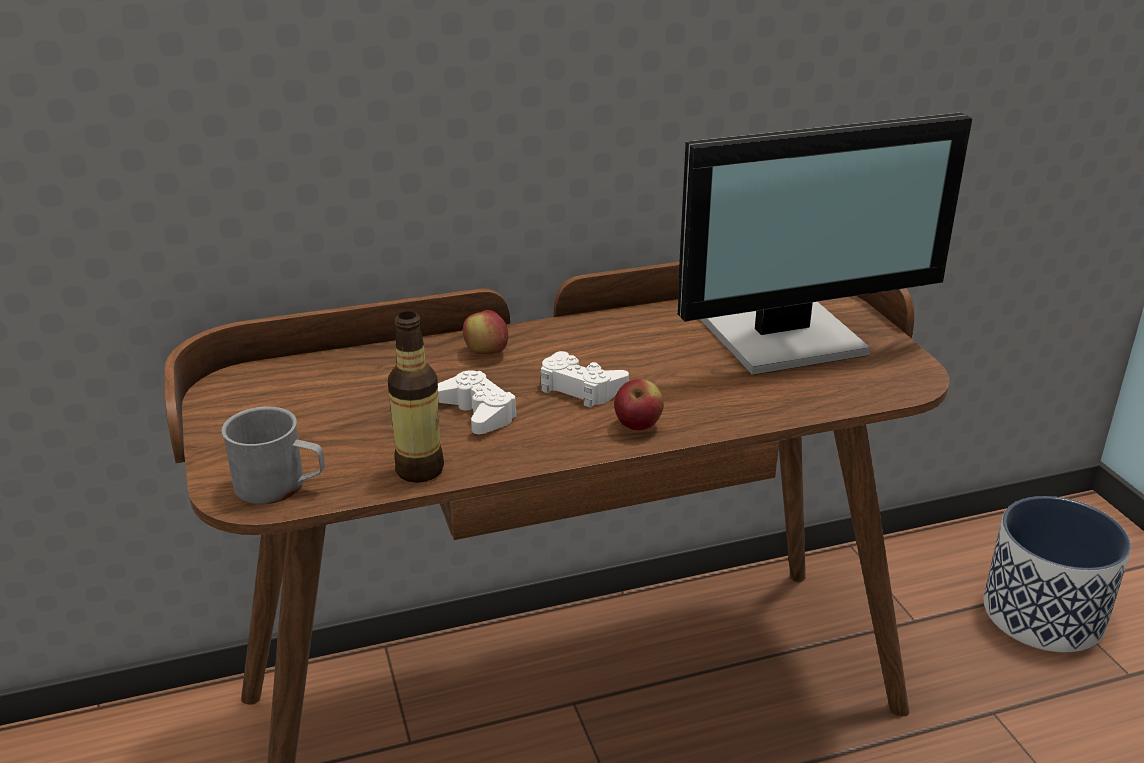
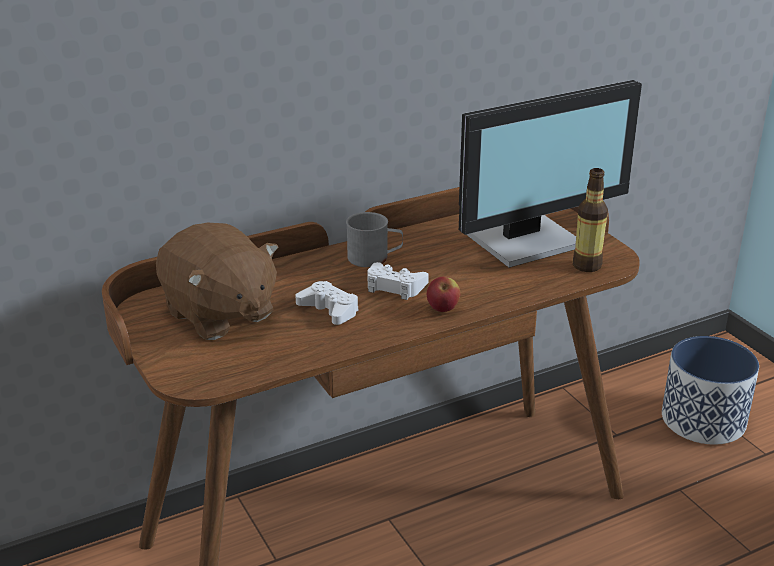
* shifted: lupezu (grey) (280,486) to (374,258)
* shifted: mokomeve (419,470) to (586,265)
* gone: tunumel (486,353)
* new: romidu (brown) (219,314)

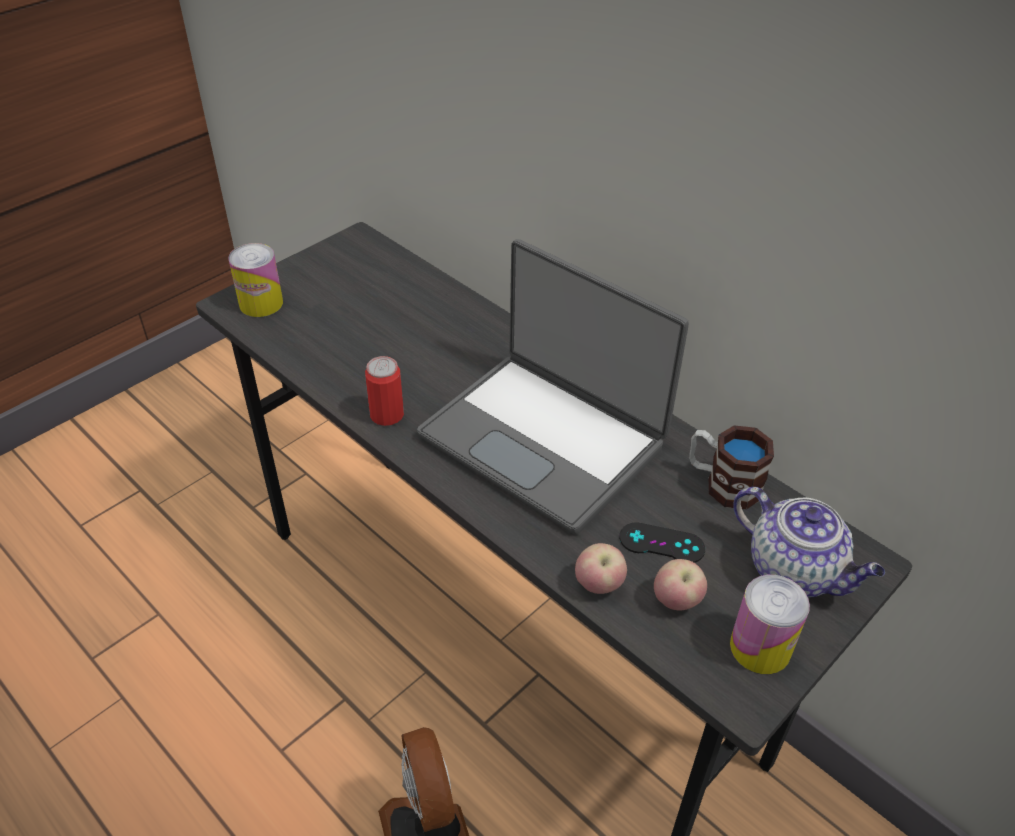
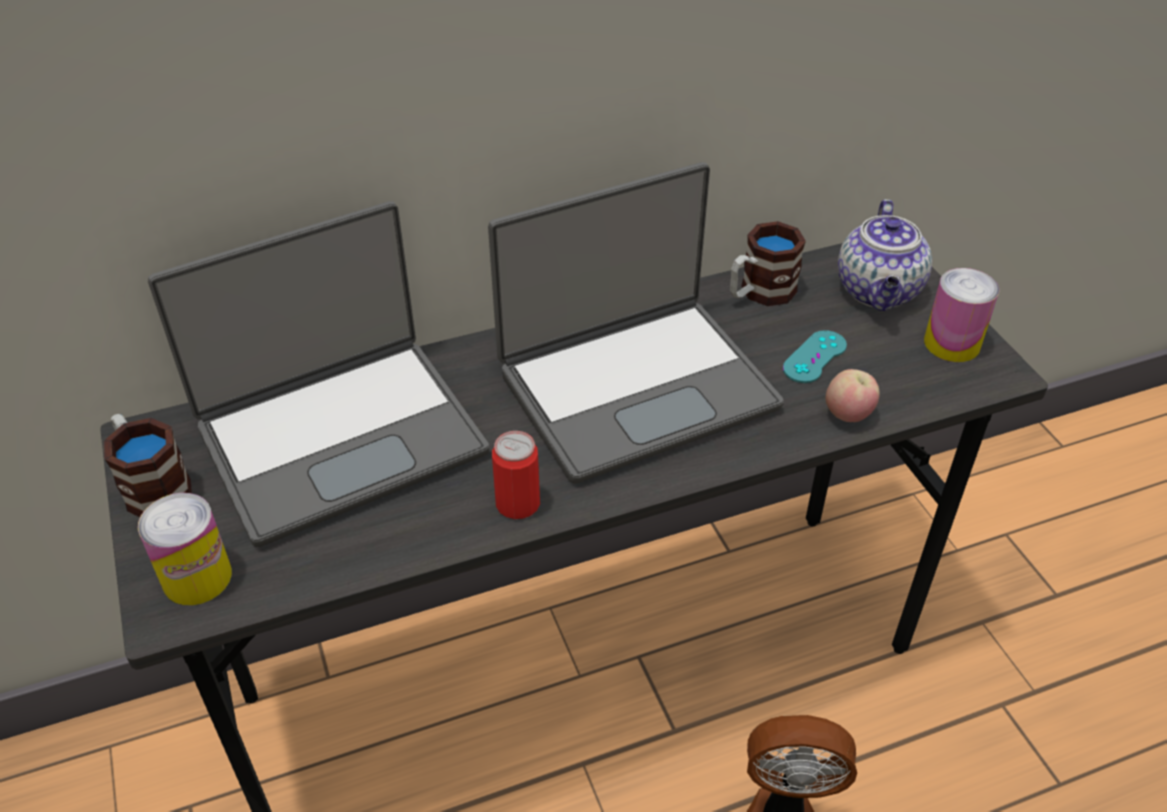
* repainted: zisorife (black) (661,543) to zisorife (turquoise) (814,357)
* gone: tunumel (676,601)
* rotated: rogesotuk (795,571) = (879,292) 120 degrees clockwise
* new: lupezu (152,485)
* new: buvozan (340,437)

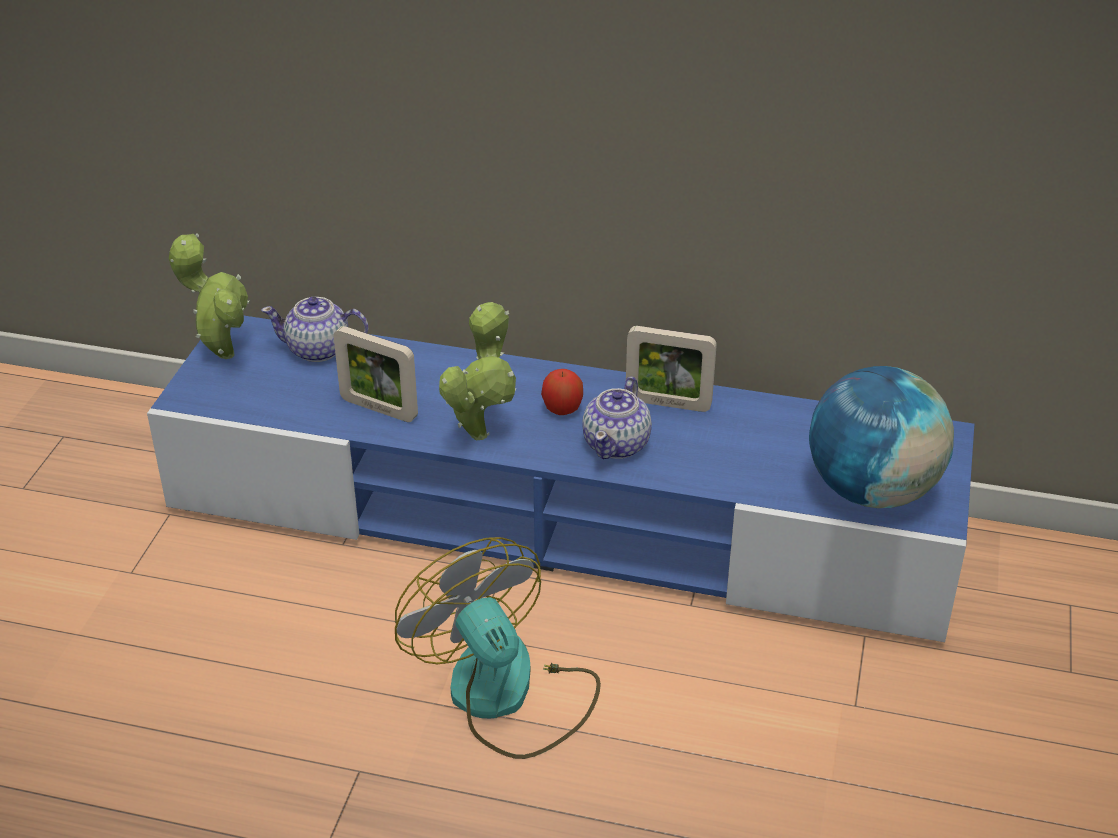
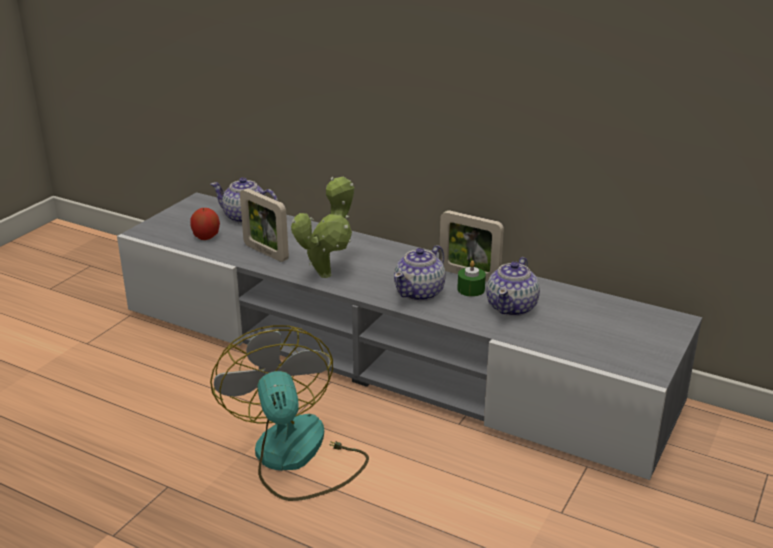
* repainted: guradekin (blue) (561,518) to guradekin (grey) (387,356)
* gone: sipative (222,352)
* shifted: tunumel (562,409) to (206,237)
* gone: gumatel (871,490)
* new: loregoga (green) (471,289)
* new: rogesotuk (512,307)

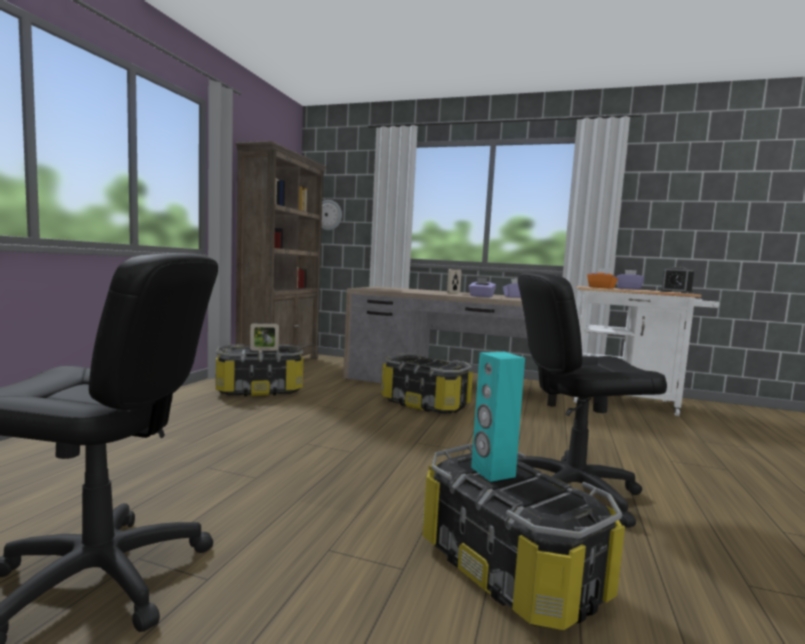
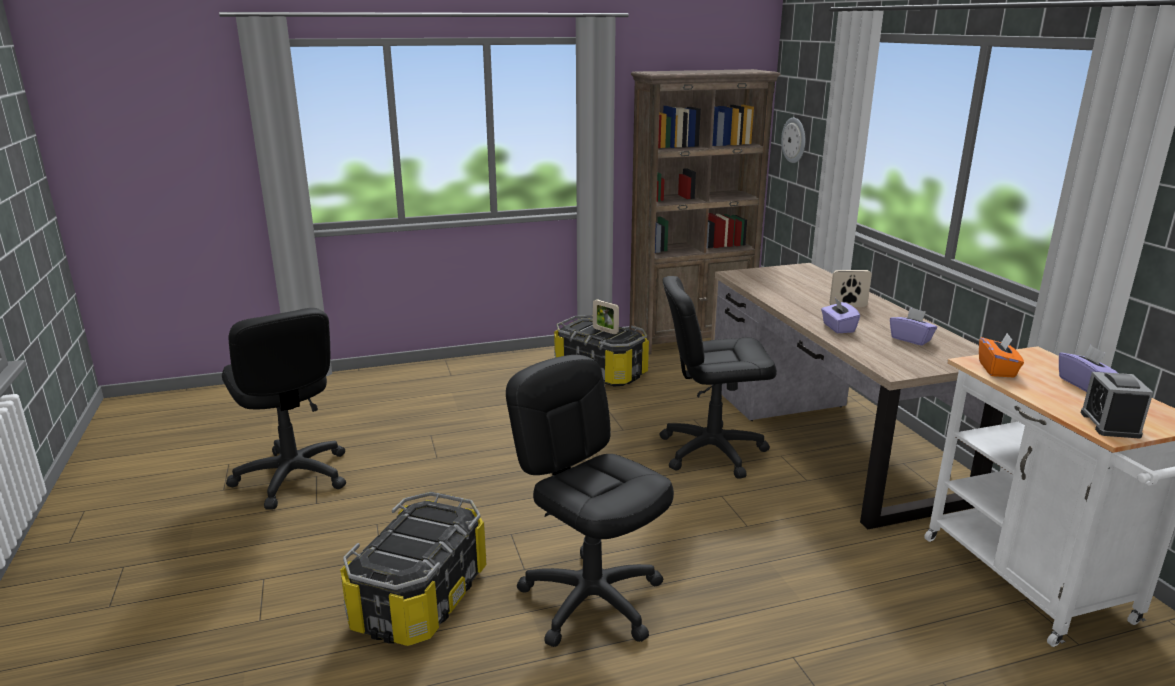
* swapped: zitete (424,404) to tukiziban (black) (711,451)
* gone: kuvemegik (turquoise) (492,472)

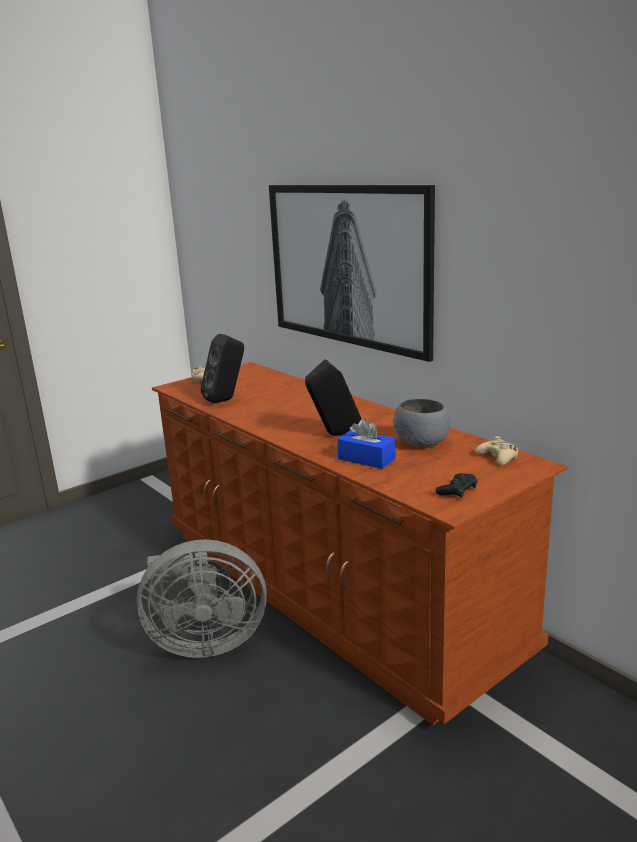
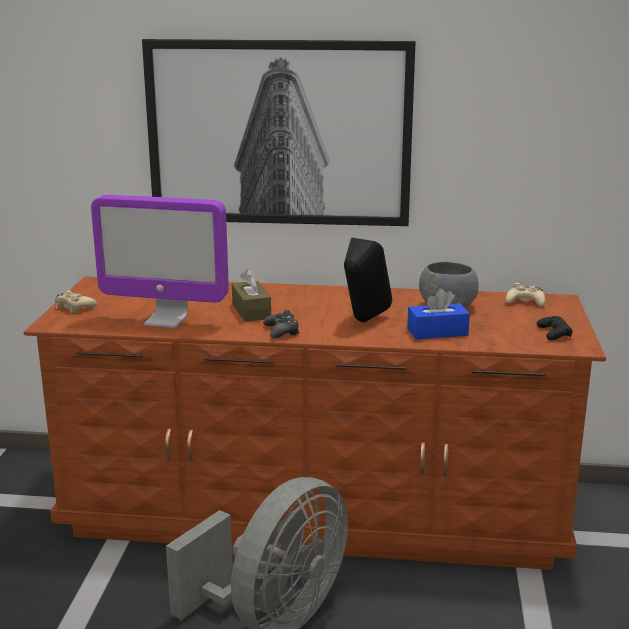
* swapped: kuvemegik (black) (227,400) to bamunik (166,320)
* new: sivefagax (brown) (251,311)
* new: zisorife (black) (281,331)

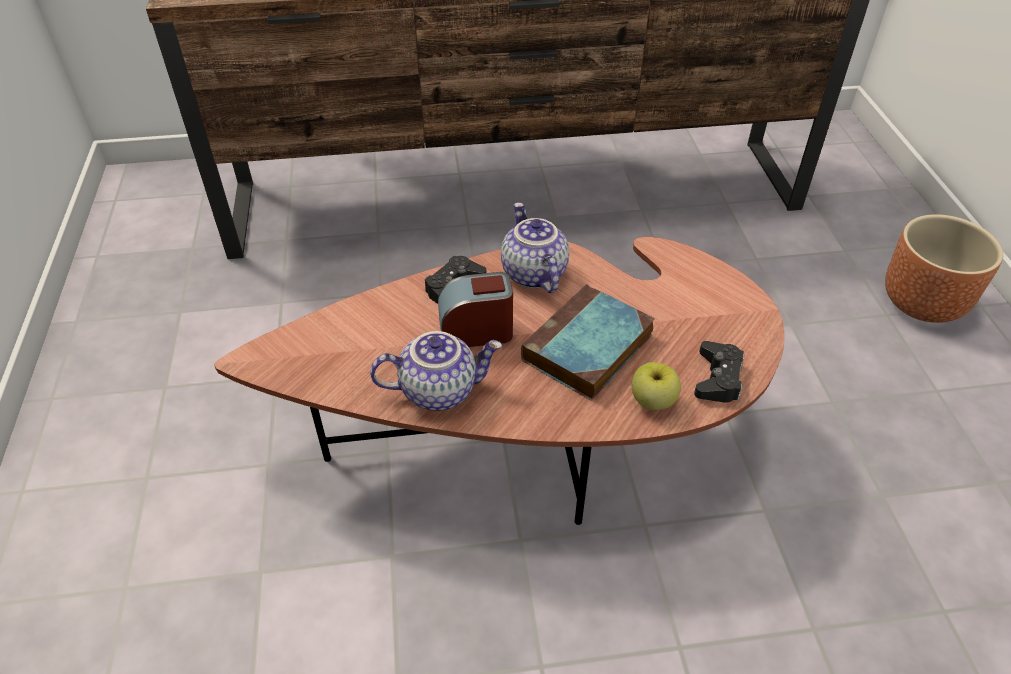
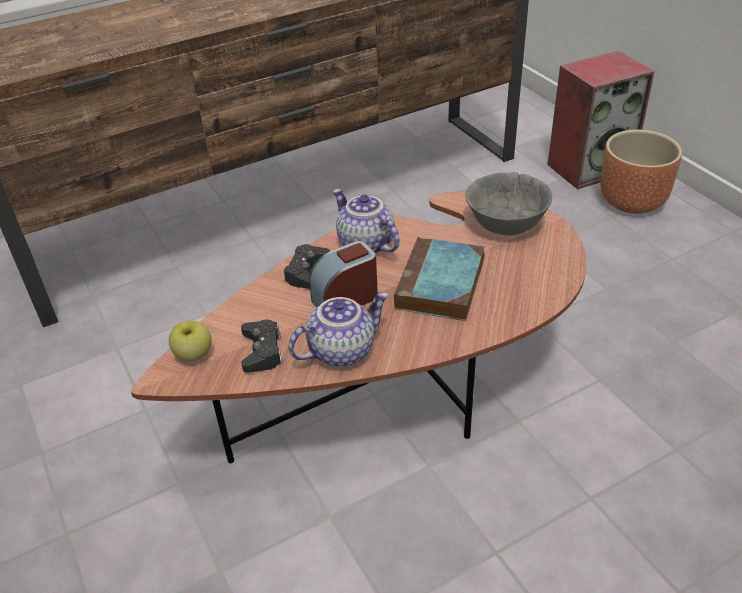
* shifted: tunumel (652,401) to (193,355)
* shifted: zisorife (black) (718,378) to (262,351)
* new: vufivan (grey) (505,225)
* new: kuvemegik (590,167)

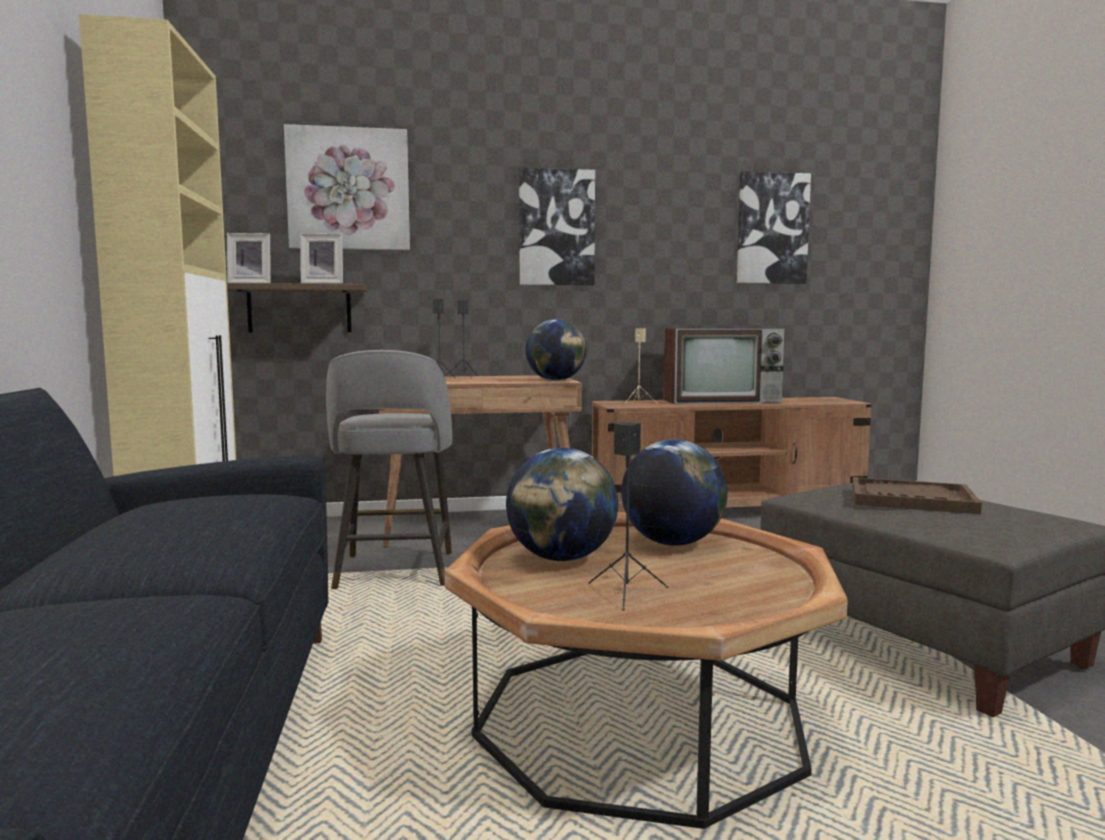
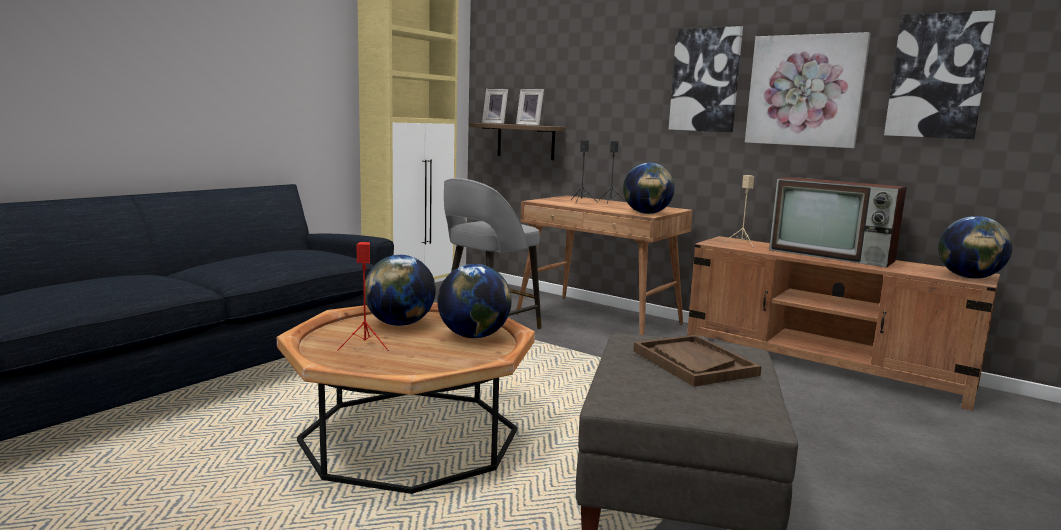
* shifted: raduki (349,189) to (805,91)
* repainted: kuvemegik (black) (627,592) to kuvemegik (red) (366,345)
* new: gumatel (969,278)

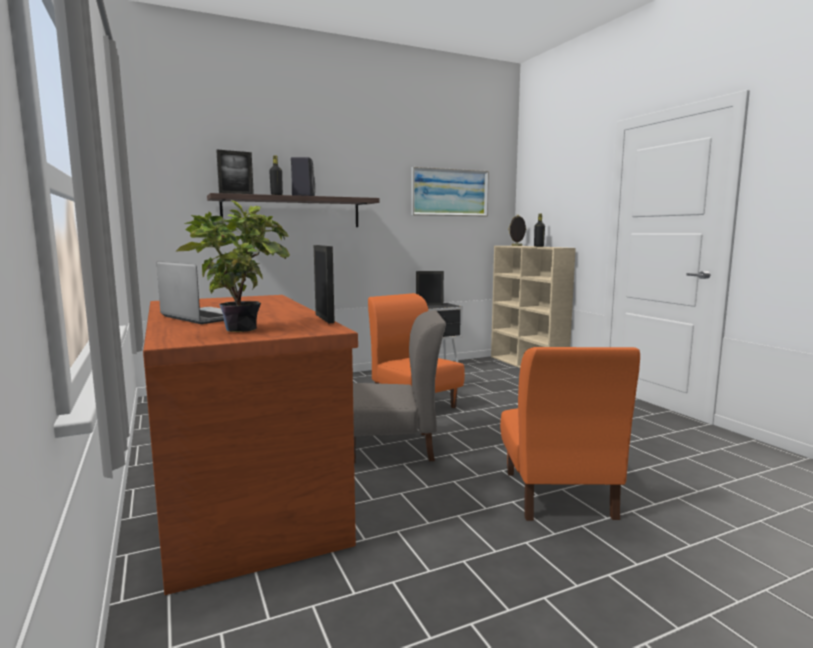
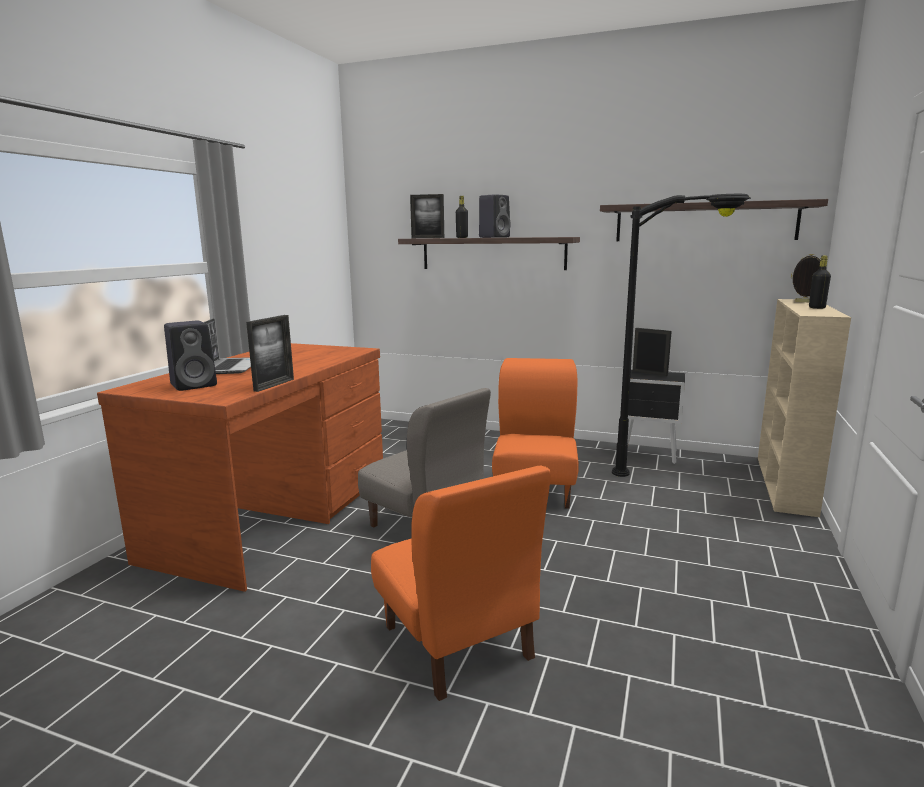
* swapped: sipative (242,329) to kuvemegik (black) (195,385)
* swapped: raduki (450,192) to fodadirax (704,222)
* rotated: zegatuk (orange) (558,494) = (457,642) 75 degrees counterclockwise
* new: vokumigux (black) (677,475)

